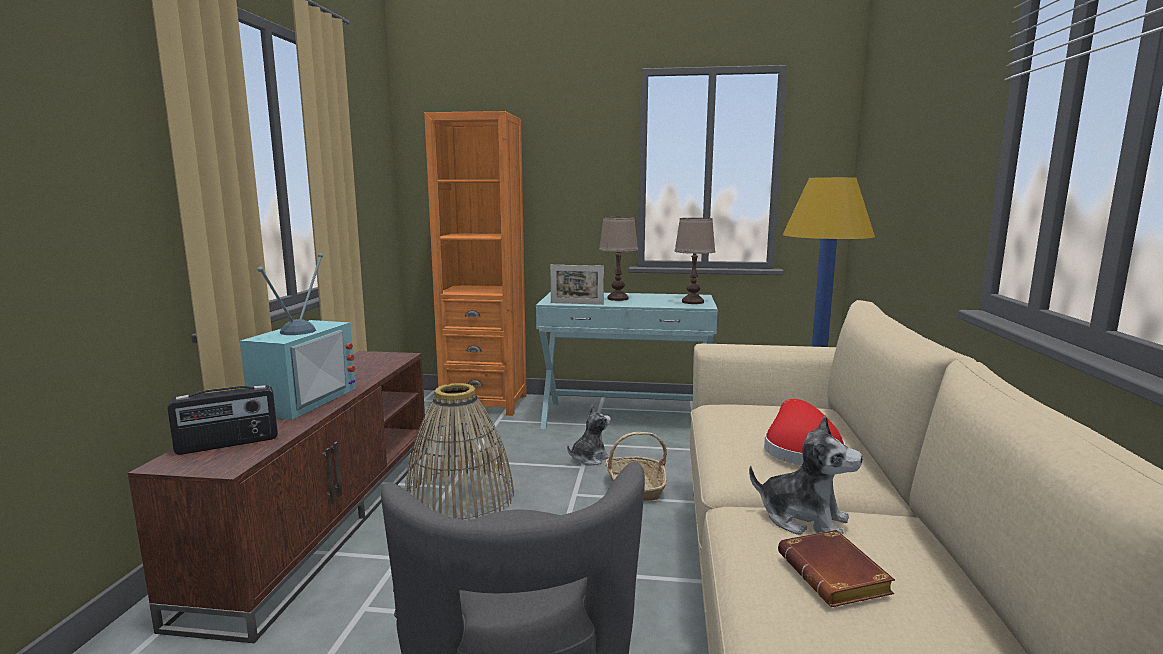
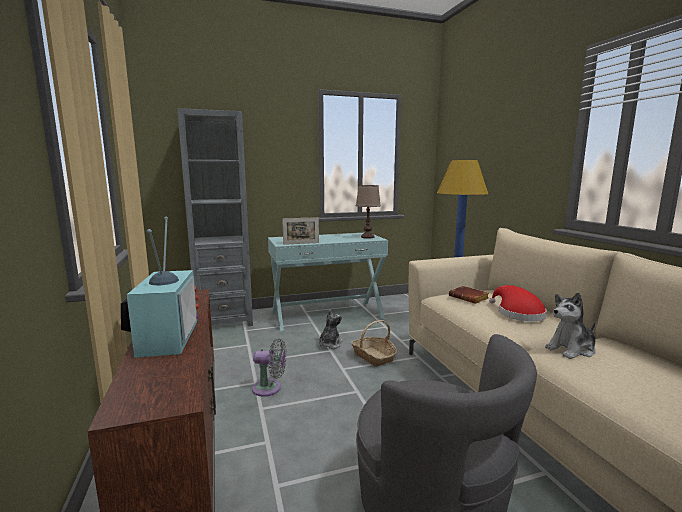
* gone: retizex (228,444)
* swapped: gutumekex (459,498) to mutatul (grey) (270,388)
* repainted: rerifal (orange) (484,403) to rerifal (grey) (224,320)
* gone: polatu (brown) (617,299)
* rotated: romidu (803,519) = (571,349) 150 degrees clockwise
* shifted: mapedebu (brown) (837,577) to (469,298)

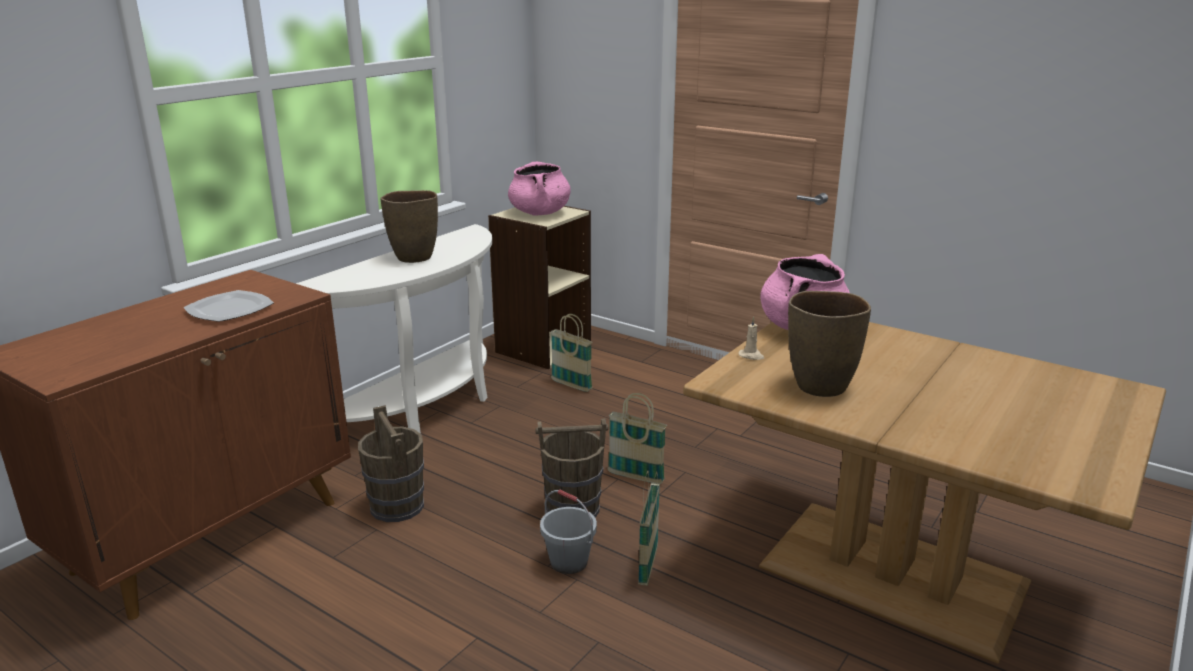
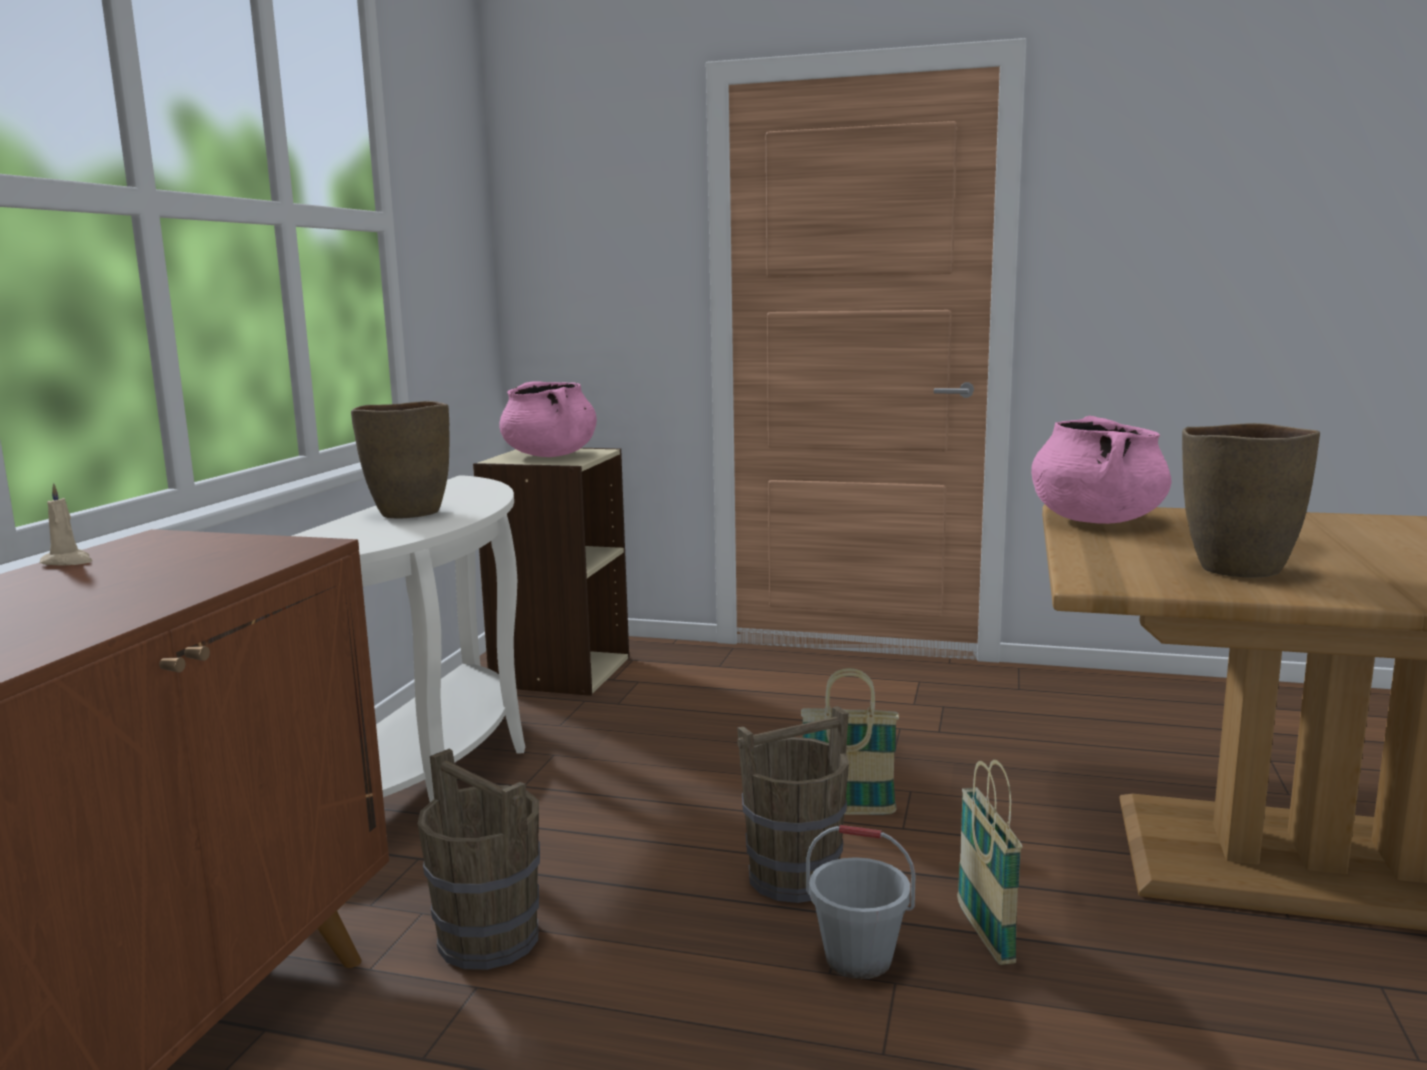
* gone: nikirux (230,309)
* gone: gutumekex (571,385)
* shifted: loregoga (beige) (751,356) to (68,562)

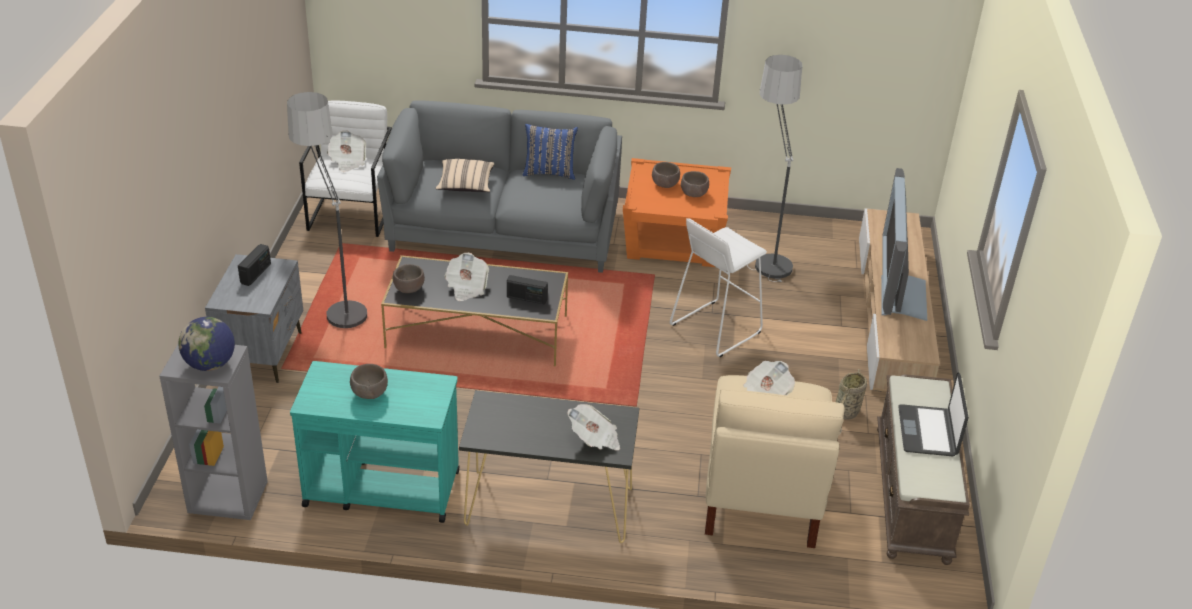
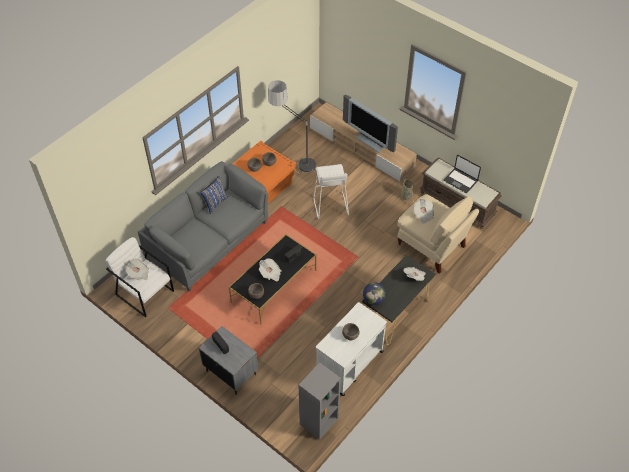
* shifted: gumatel (210,364) to (373,299)
* gone: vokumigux (335,299)
* repainted: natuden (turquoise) (381,488) to natuden (white) (349,364)
* gone: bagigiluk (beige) (465,185)

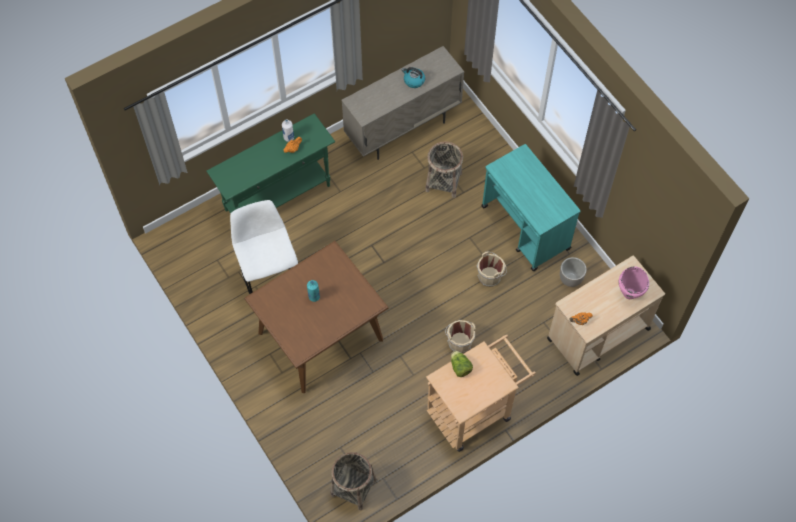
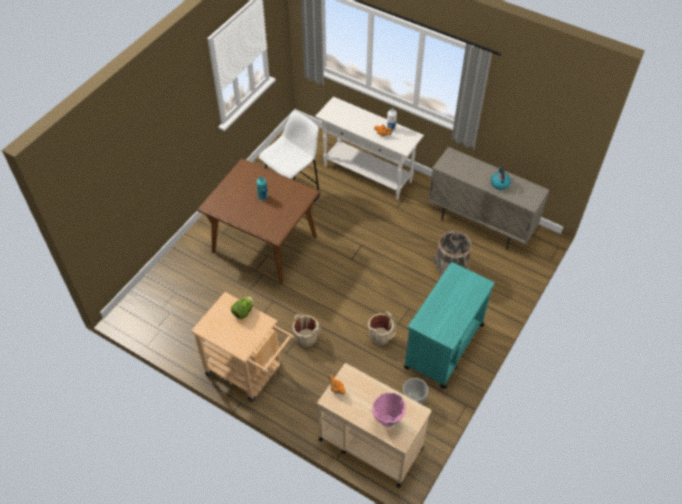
* repainted: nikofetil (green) (278,198) to nikofetil (white) (367,174)
* gone: gutumekex (353,487)

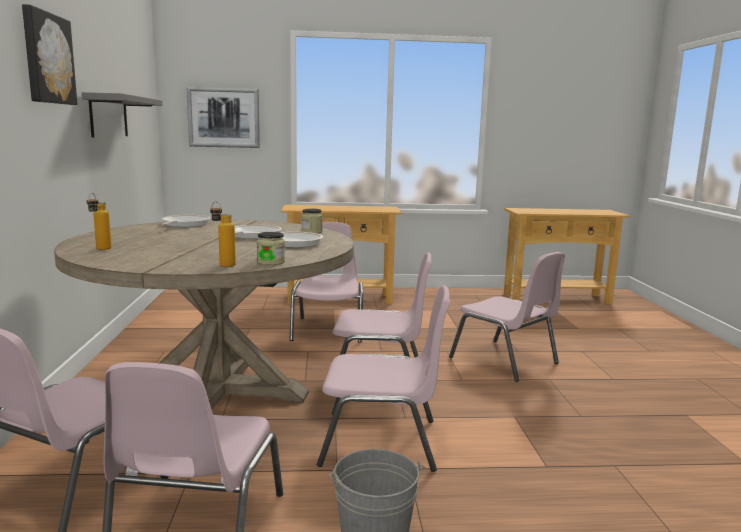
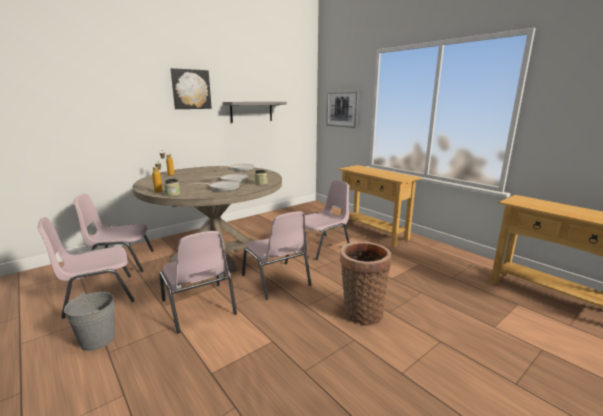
* swapped: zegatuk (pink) (505,361) to gutumekex (361,312)

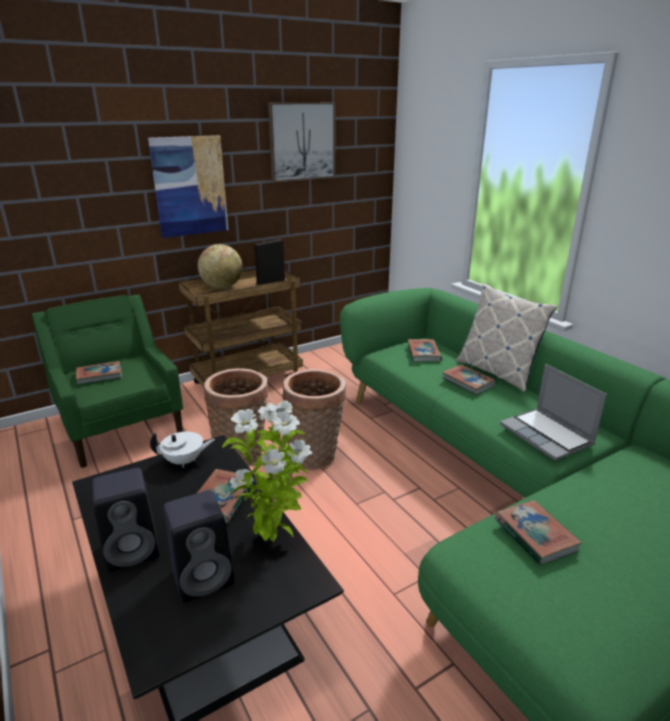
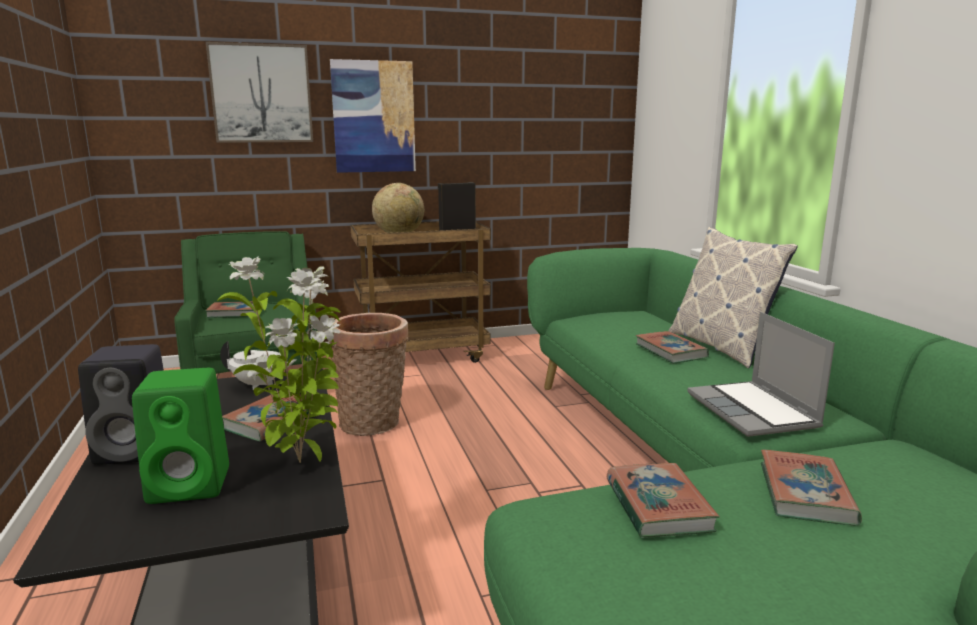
* repainted: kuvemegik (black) (205,576) to kuvemegik (green) (192,484)
* shifted: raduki (302,141) to (261,94)
* gone: gutumekex (315,456)
* shifted: mapedebu (423,353) to (805,493)

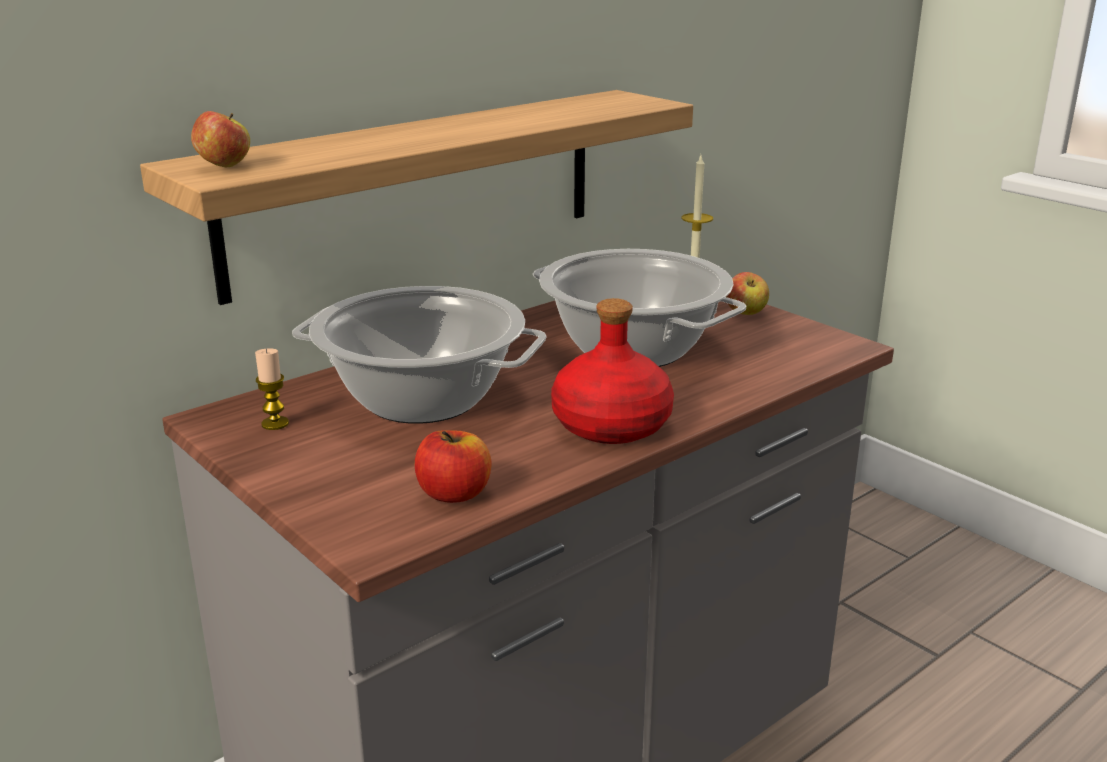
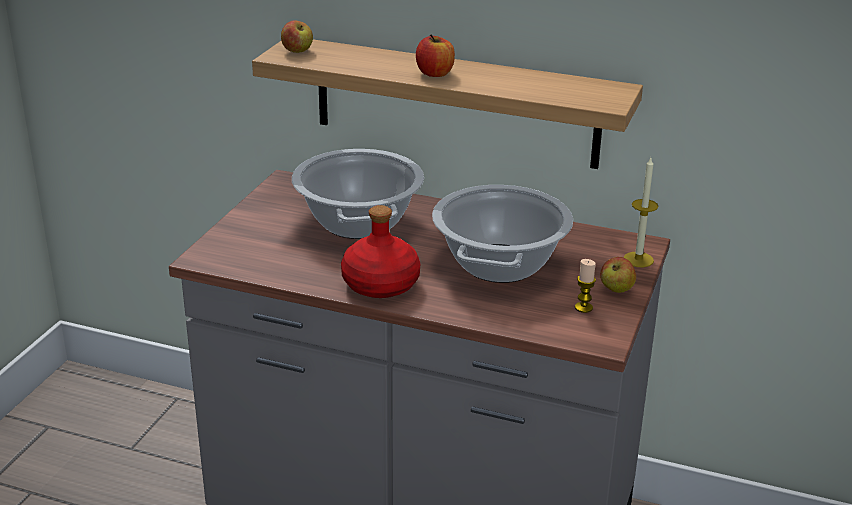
* shifted: loregoga (275,424) to (583,307)
* shifted: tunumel (454,493) to (435,73)

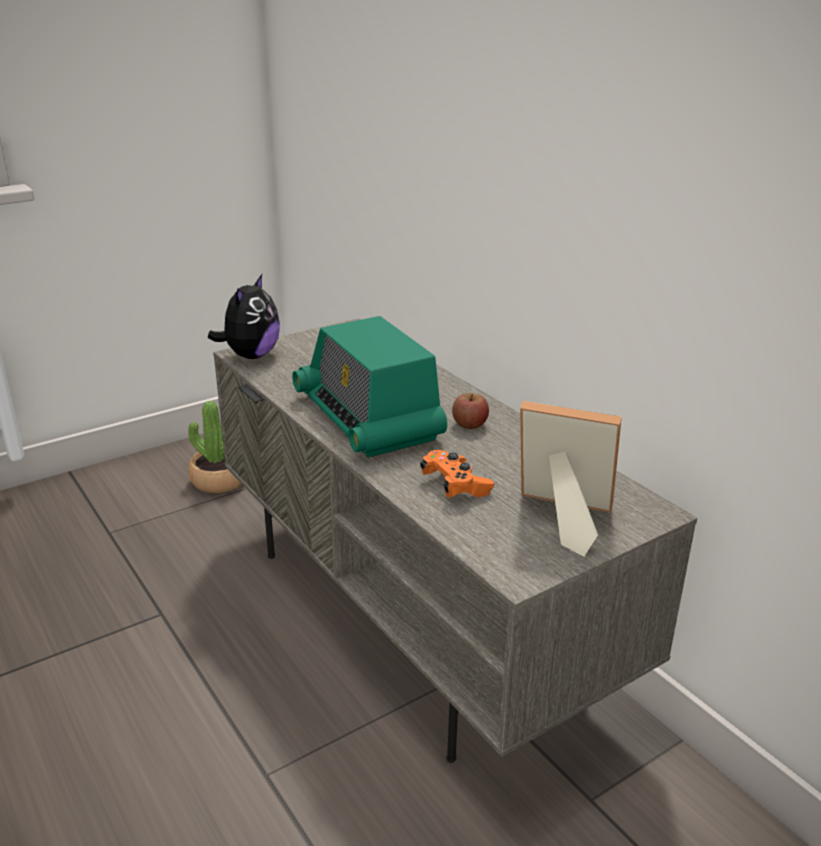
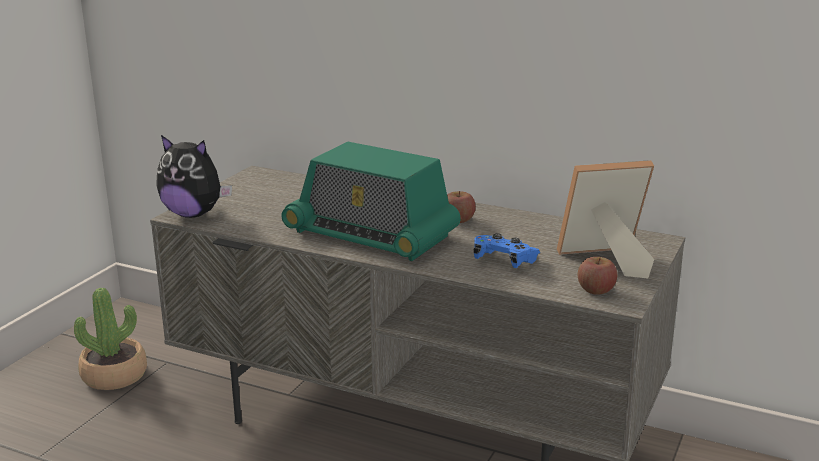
* rotated: romidu (251,355) = (194,214) 120 degrees clockwise
* repainted: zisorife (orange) (455,485) to zisorife (blue) (504,261)
* new: tunumel (596,290)

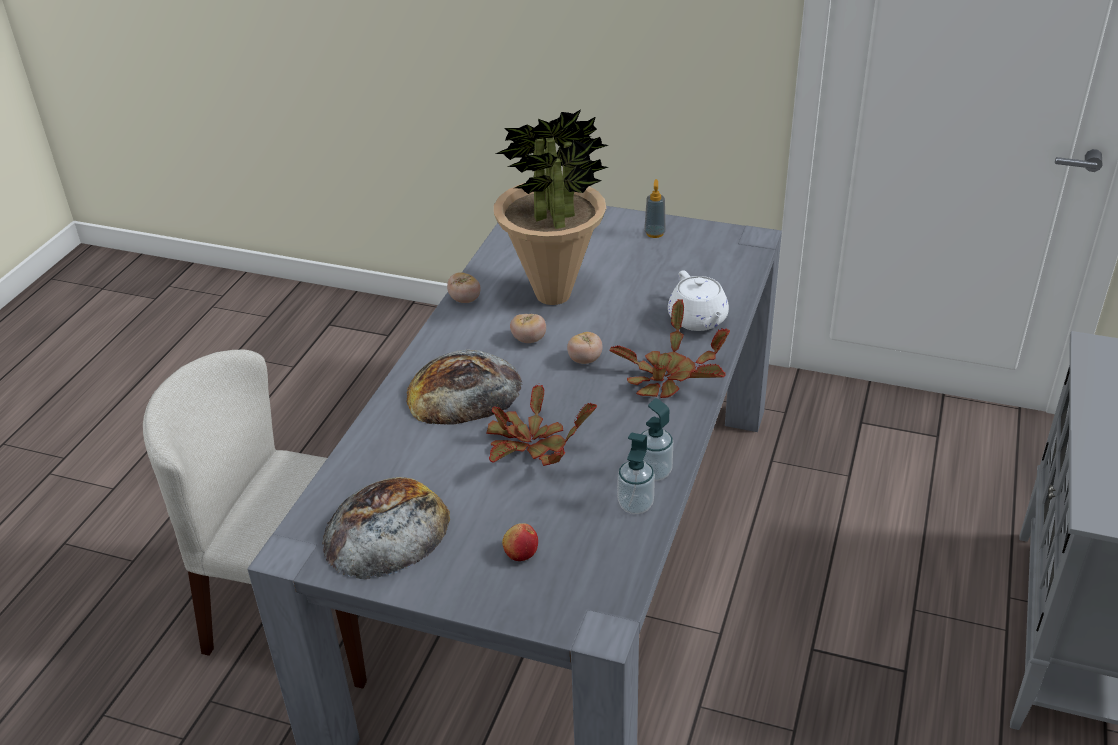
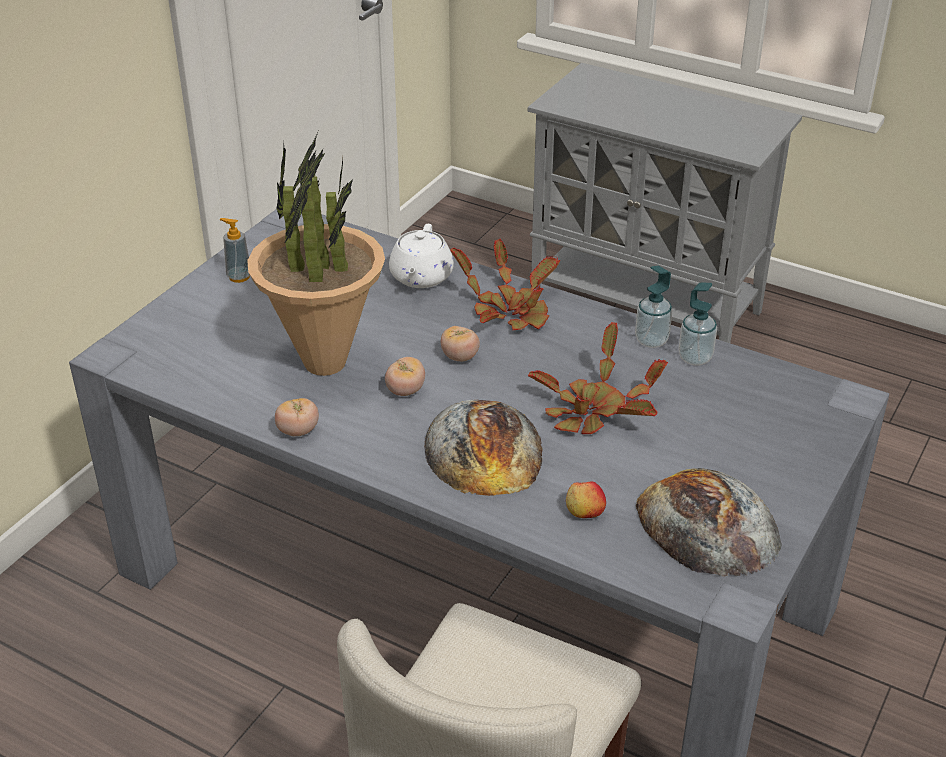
* shifted: tunumel (520,553) to (584,512)
* rotated: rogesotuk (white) (698,320) = (421,277) 105 degrees clockwise

